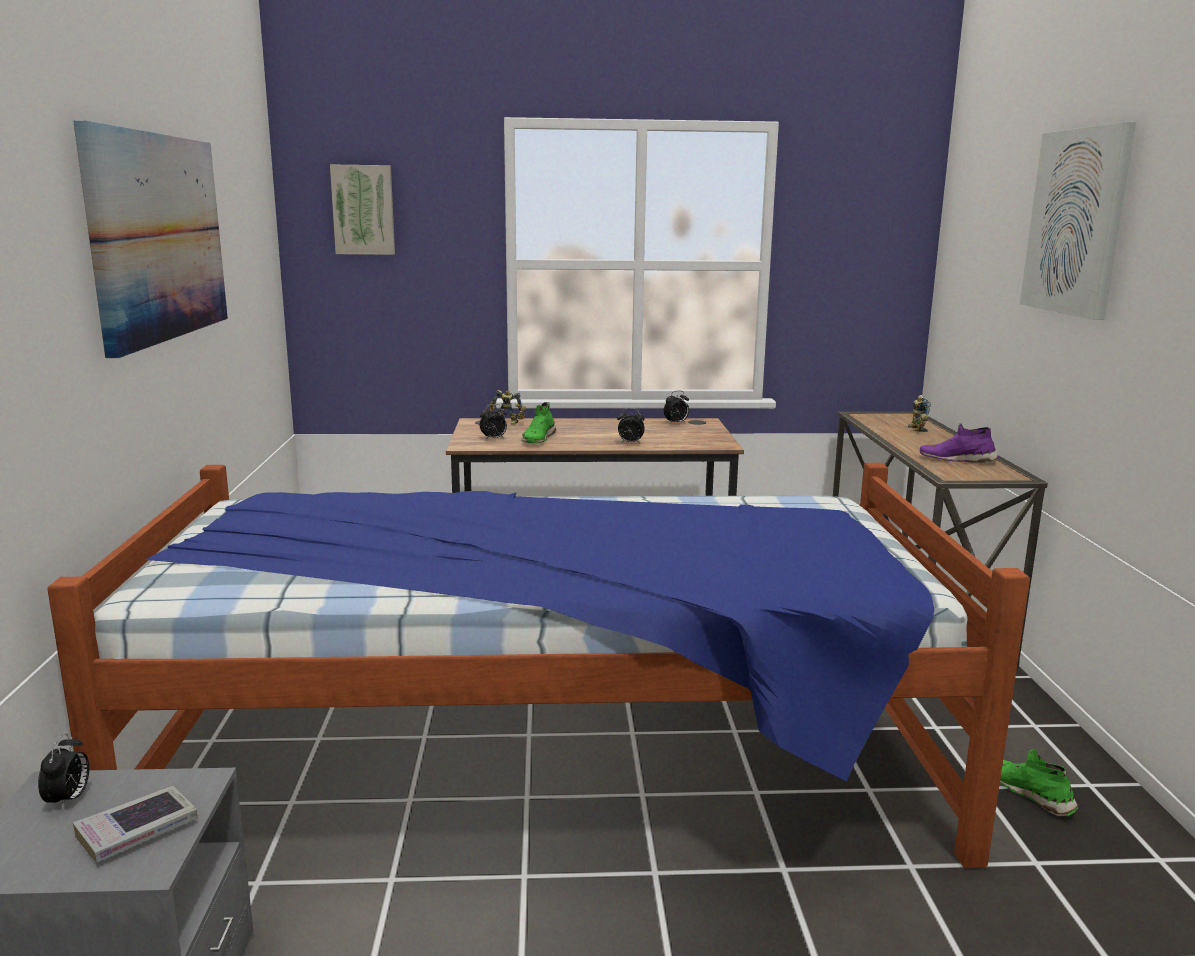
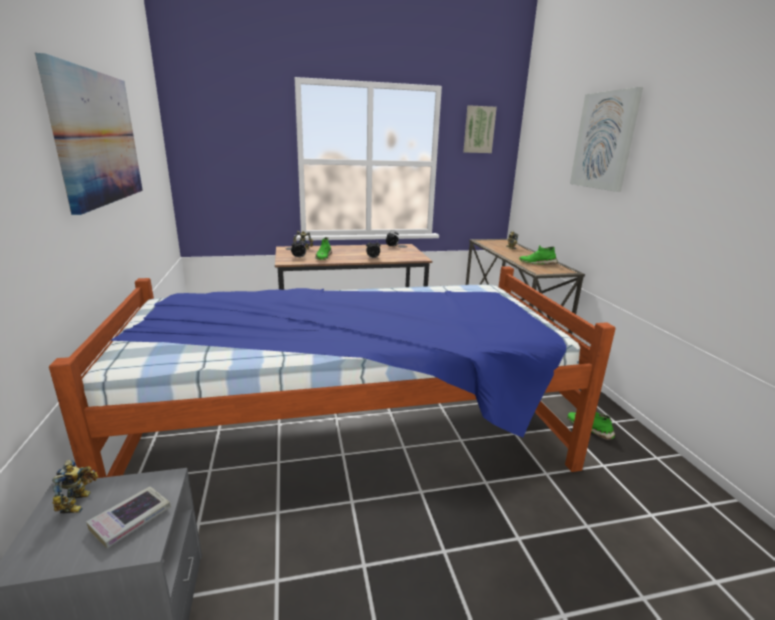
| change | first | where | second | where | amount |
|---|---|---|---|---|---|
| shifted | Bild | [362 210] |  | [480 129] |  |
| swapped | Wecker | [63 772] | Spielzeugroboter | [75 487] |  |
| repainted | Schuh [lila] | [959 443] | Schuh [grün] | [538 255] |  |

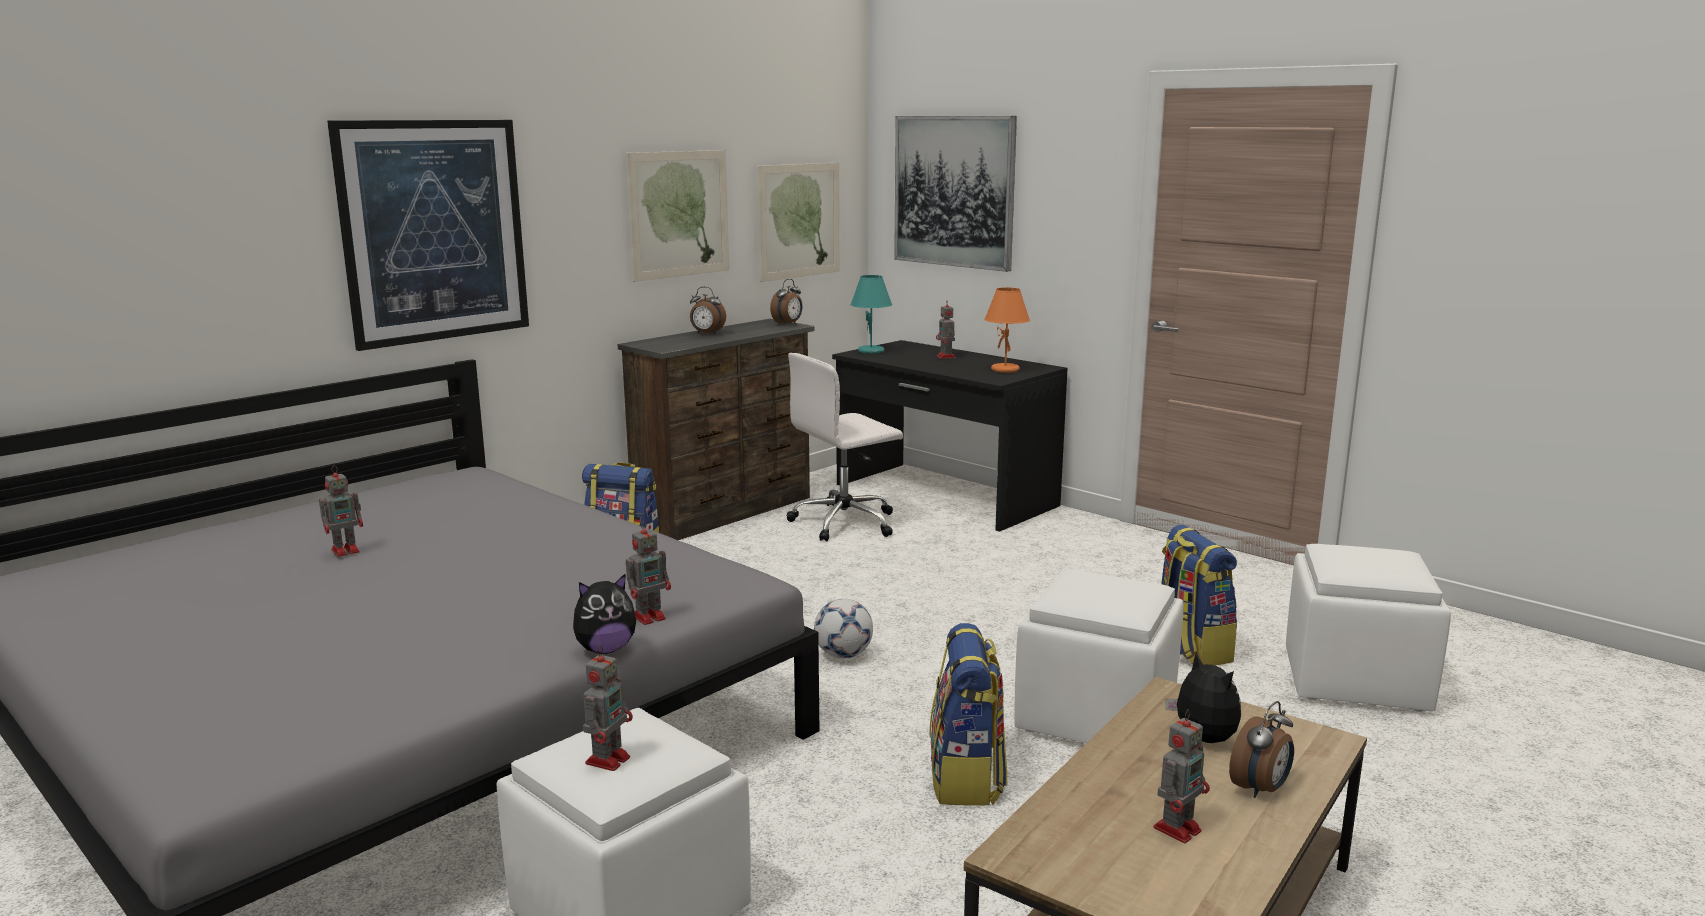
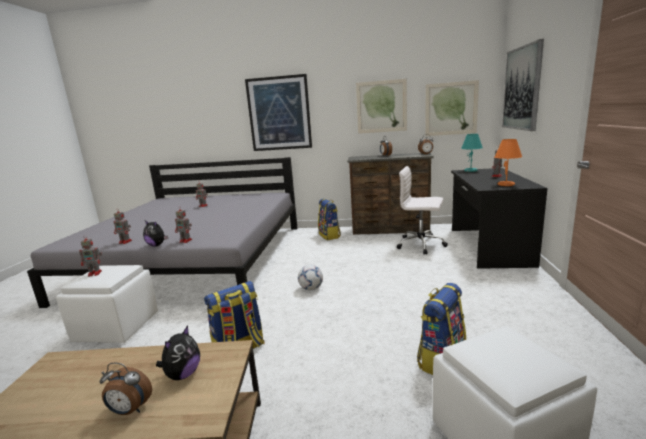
| change | first | where | second | where | amount |
|---|---|---|---|---|---|
| gone | Polsterhocker [weiß] | [1099 656] |  |  |  |
| shifted | Spielzeugroboter | [1181 776] |  | [123 226] |  |

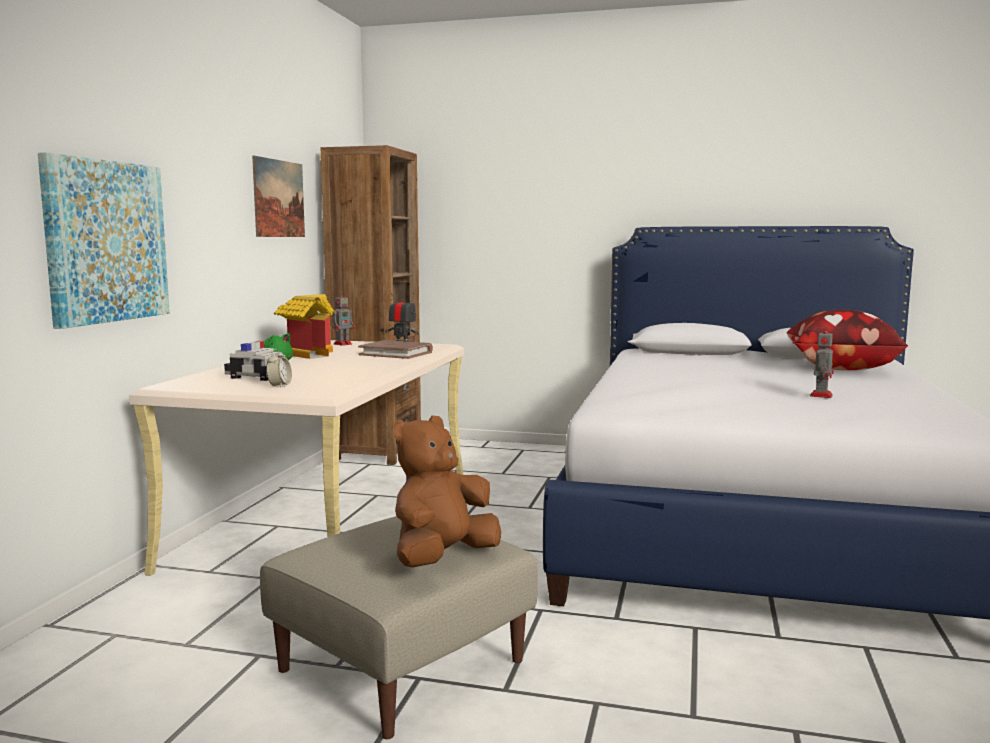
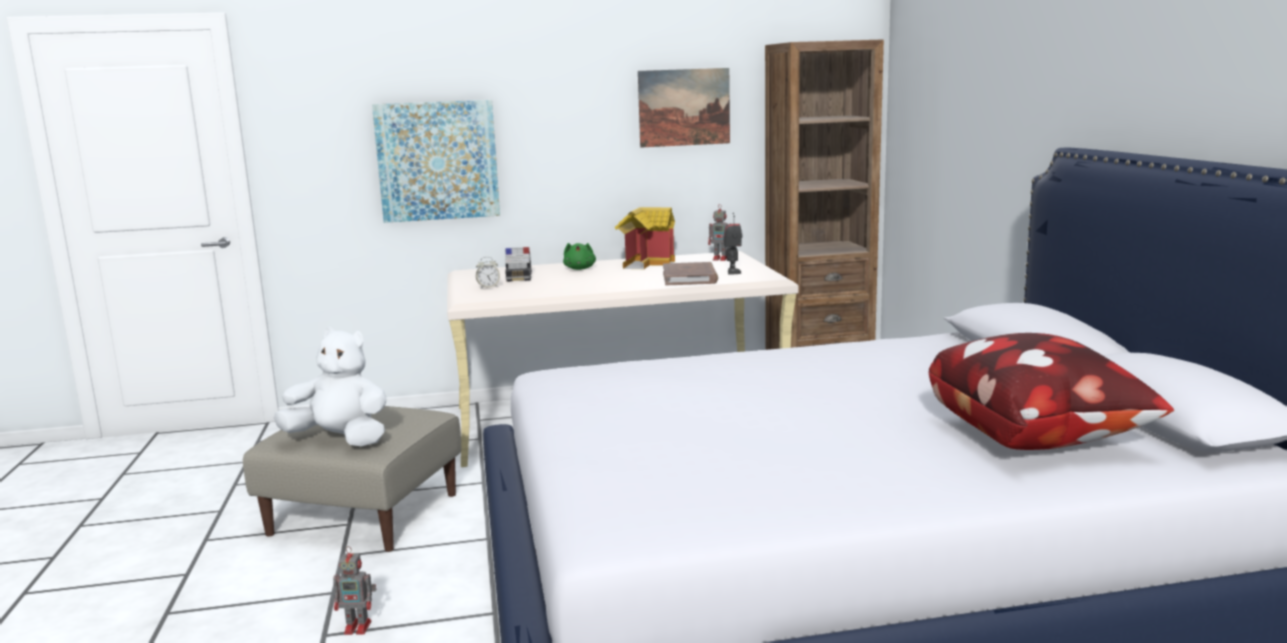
| change | first | where | second | where | amount |
|---|---|---|---|---|---|
| shifted | Spielzeugroboter | [822 363] |  | [354 590] |  |
| repainted | Plüschtier [braun] | [447 491] | Plüschtier [weiß] | [330 386] |  |

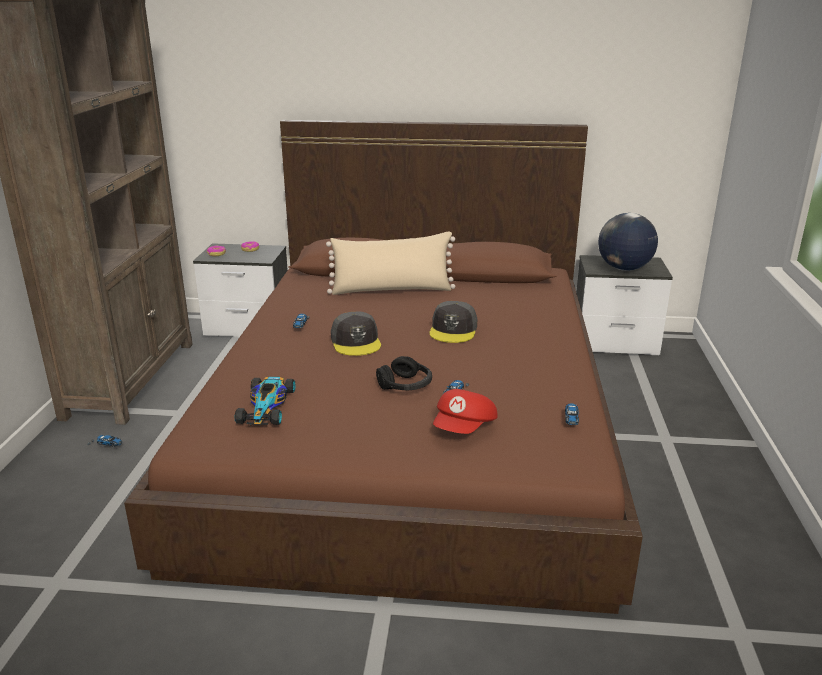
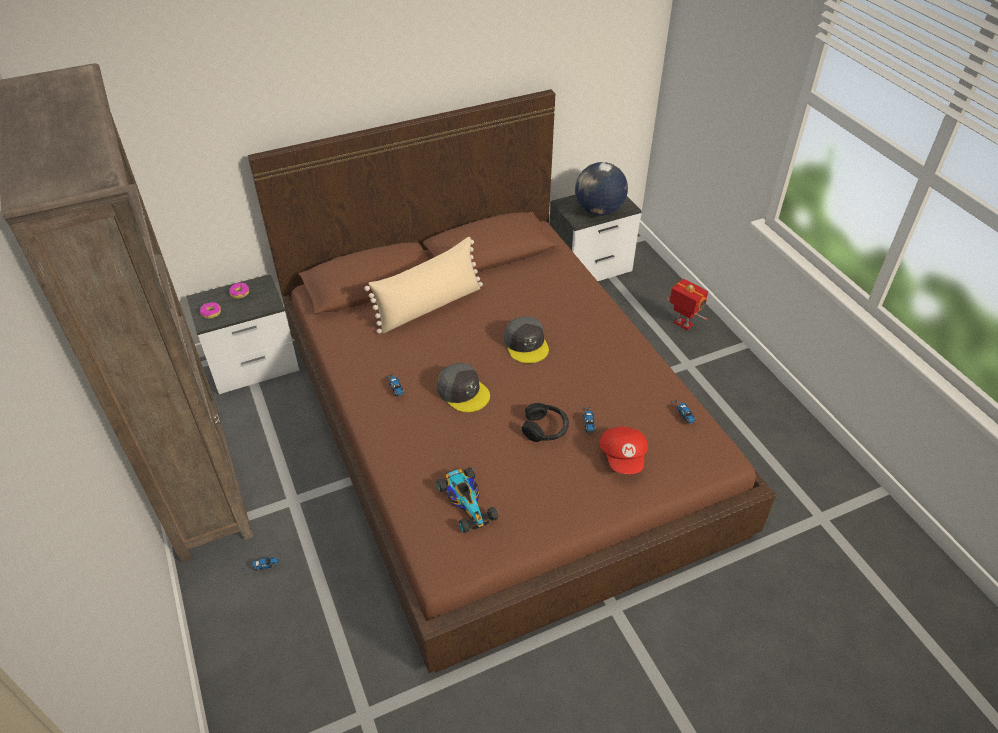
| change | first | where | second | where | amount |
|---|---|---|---|---|---|
| new |  |  | Spielzeugroboter | [686 304] |  |

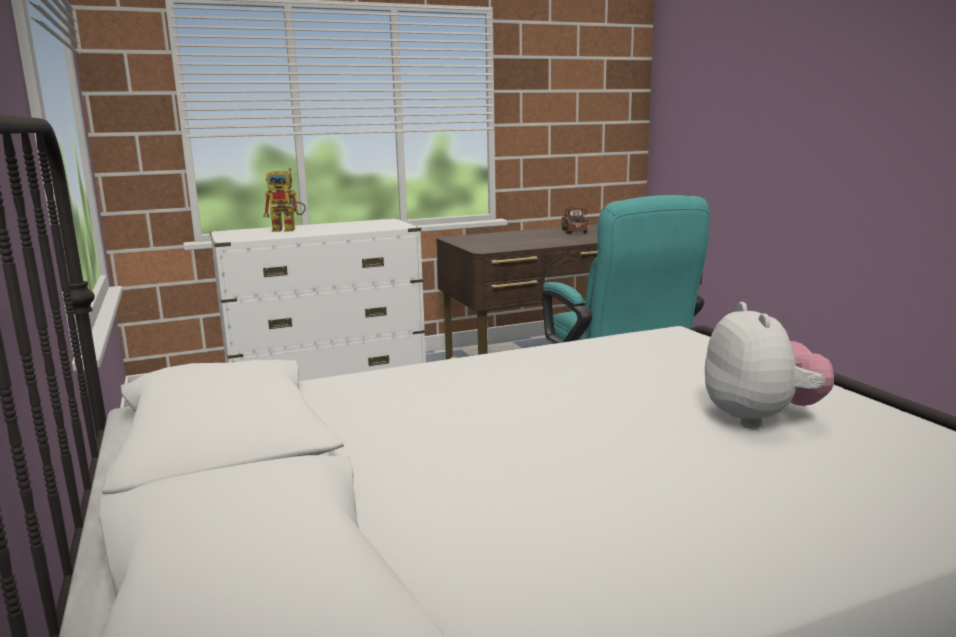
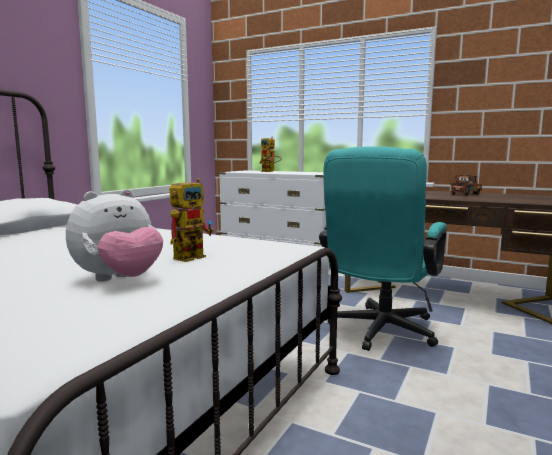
| change | first | where | second | where | amount |
|---|---|---|---|---|---|
| new |  |  | Spielzeugroboter | [192 220] |  |

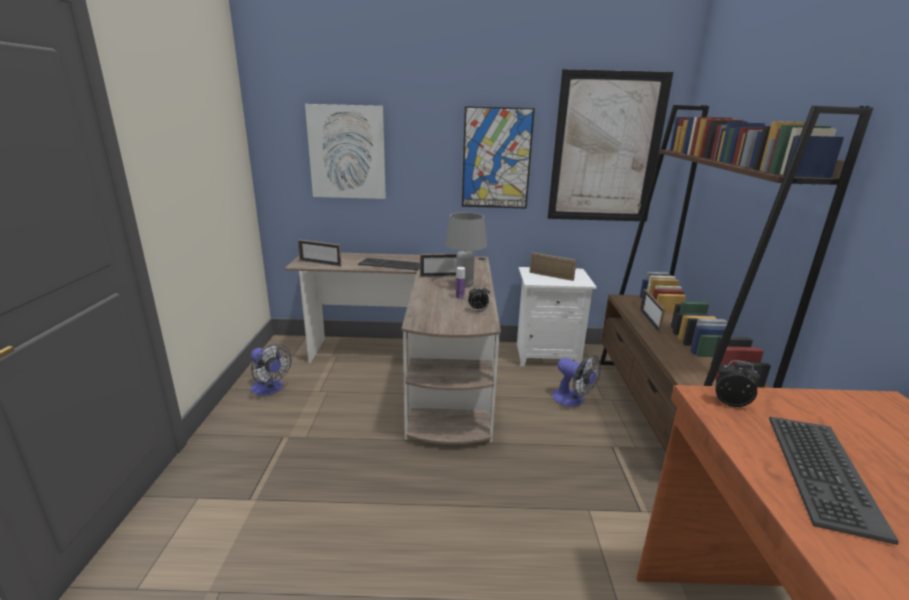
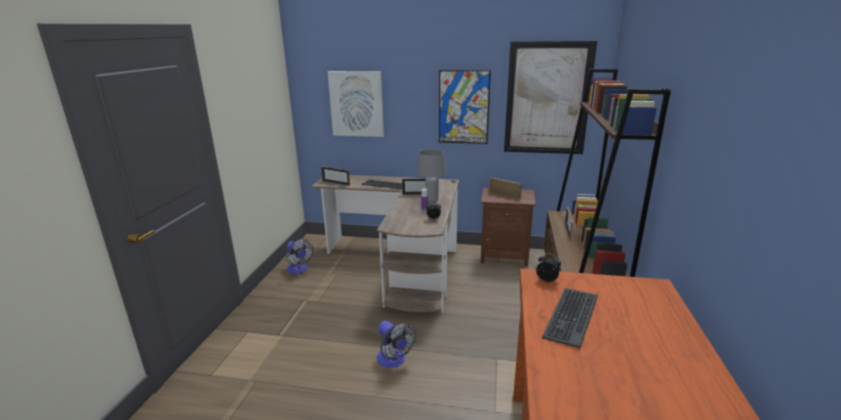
| change | first | where | second | where | amount |
|---|---|---|---|---|---|
| shifted | Ventilator | [576 381] |  | [396 344] |  |
| repainted | Nachttisch [weiß] | [557 316] | Nachttisch [braun] | [508 227] |  |

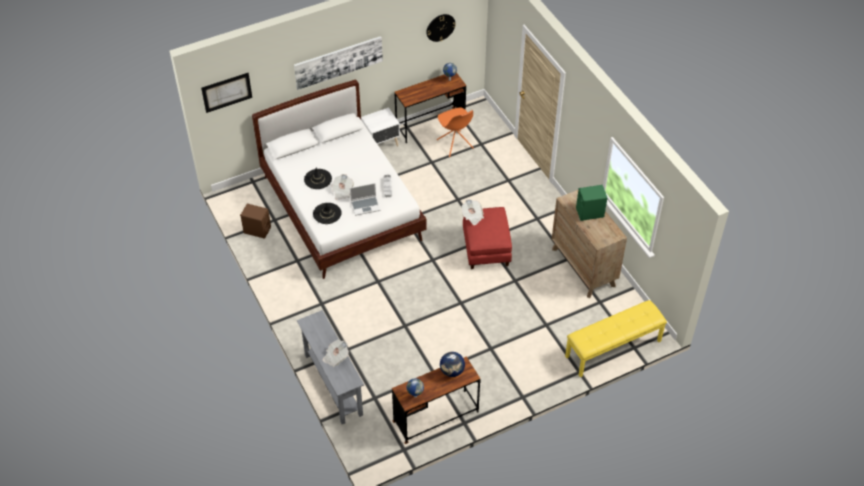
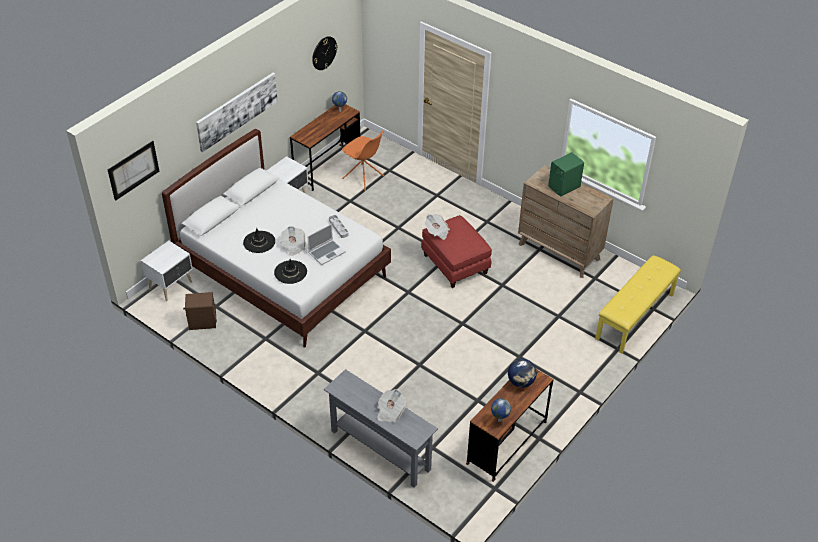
| change | first | where | second | where | amount |
|---|---|---|---|---|---|
| new |  |  | Nachttisch [weiß] | [167 271] |  |

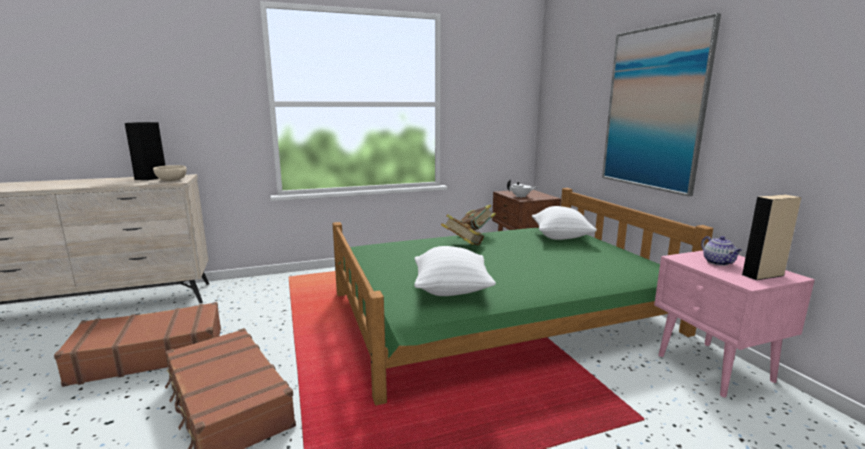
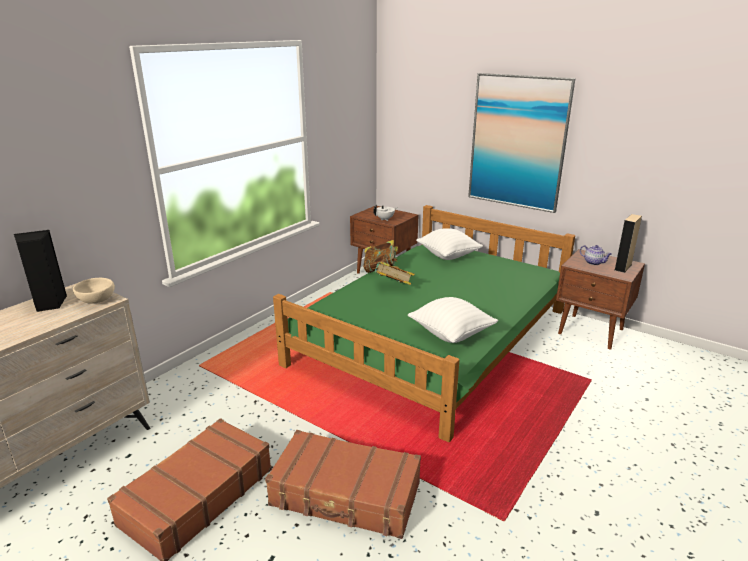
| change | first | where | second | where | amount |
|---|---|---|---|---|---|
| repainted | Nachttisch [rosa] | [734 323] | Nachttisch [braun] | [600 299] |  |

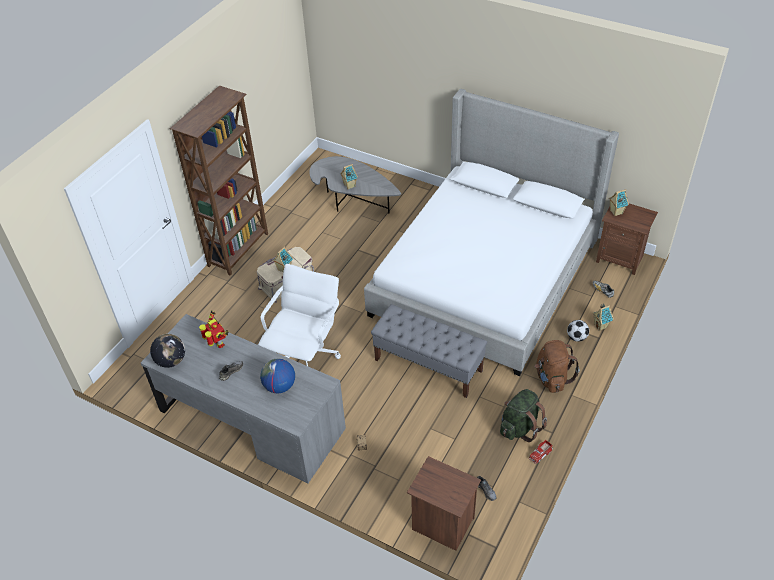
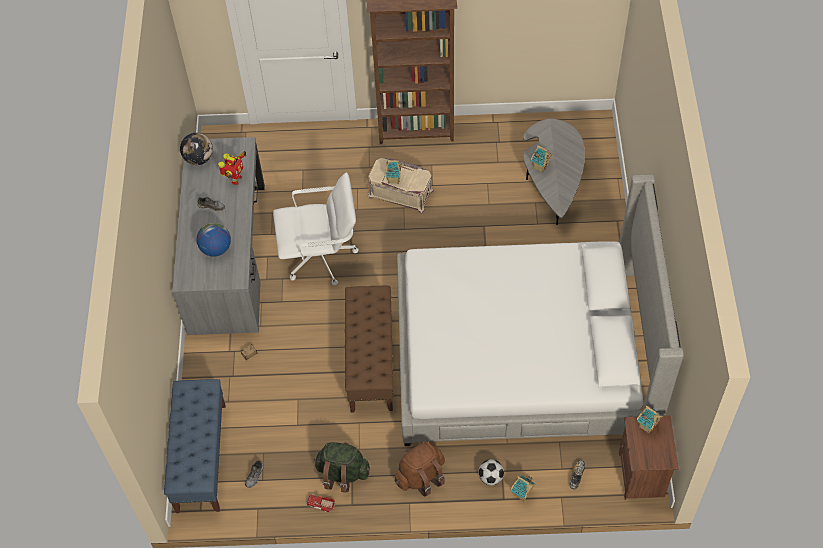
| change | first | where | second | where | amount |
|---|---|---|---|---|---|
| swapped | Nachttisch [braun] | [444 503] | Bank [blau] | [195 446] |  |
| repainted | Bank [grau] | [429 351] | Bank [braun] | [369 349] |  |

